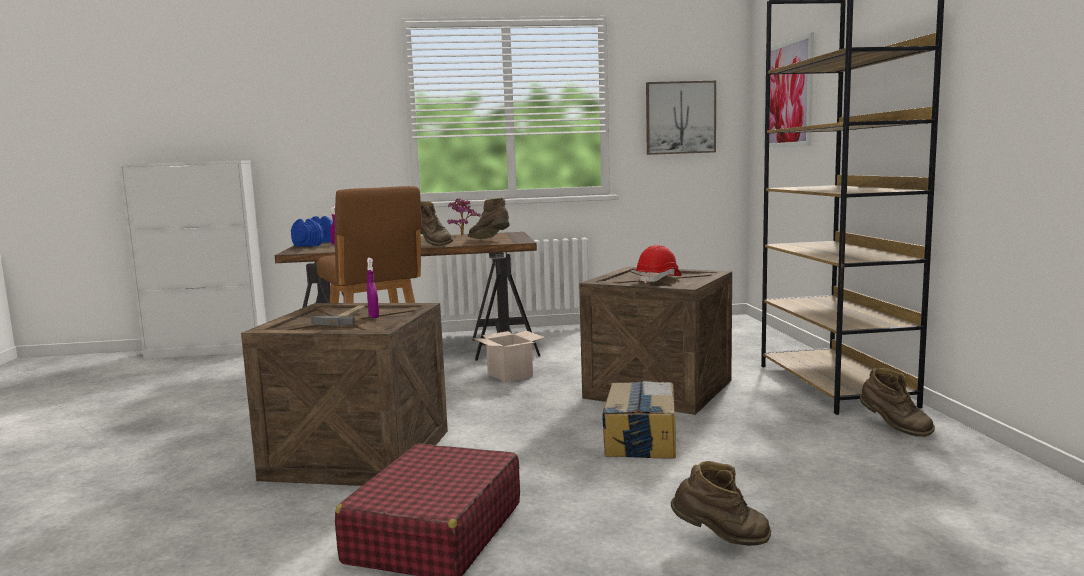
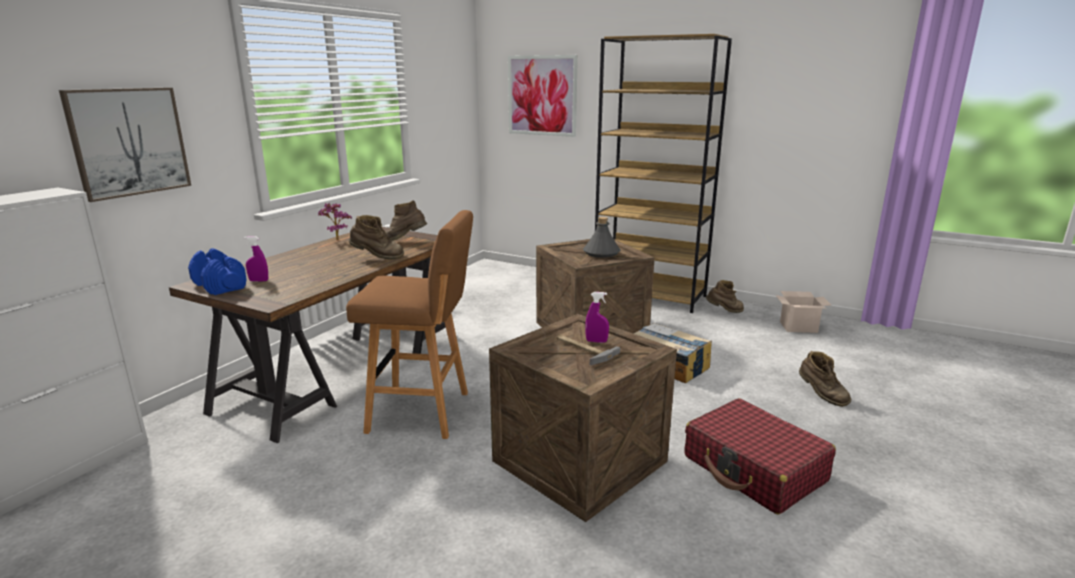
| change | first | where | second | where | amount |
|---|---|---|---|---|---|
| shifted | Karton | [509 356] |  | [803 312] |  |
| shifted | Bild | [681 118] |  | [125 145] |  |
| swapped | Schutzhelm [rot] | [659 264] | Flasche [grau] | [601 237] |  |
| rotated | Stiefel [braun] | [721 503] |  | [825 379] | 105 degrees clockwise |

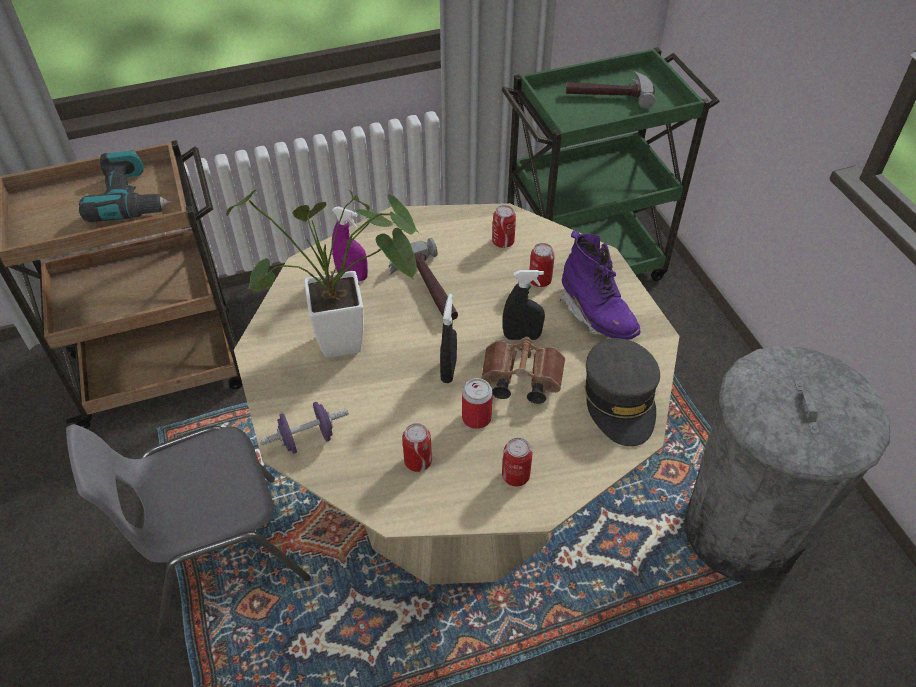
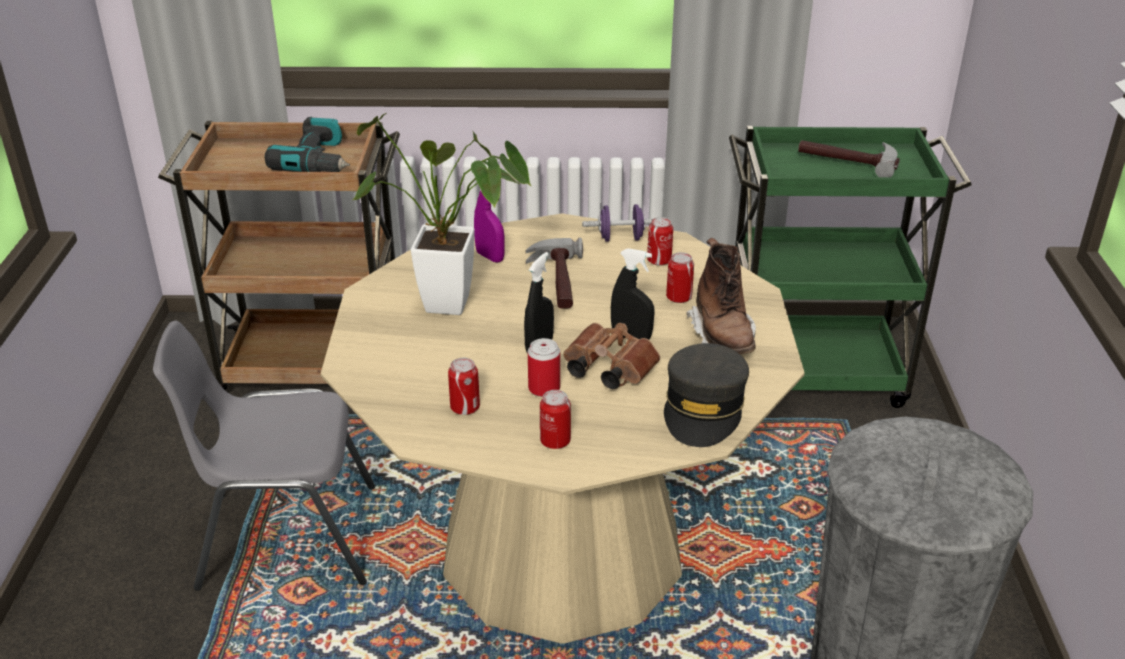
| change | first | where | second | where | amount |
|---|---|---|---|---|---|
| shifted | Hantel [lila] | [304 428] |  | [617 223] |  |
| repainted | Stiefel [lila] | [599 285] | Stiefel [braun] | [721 296] |  |

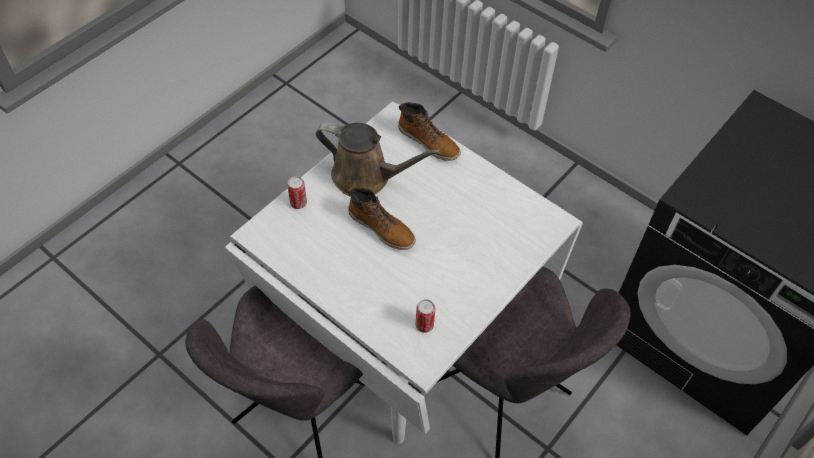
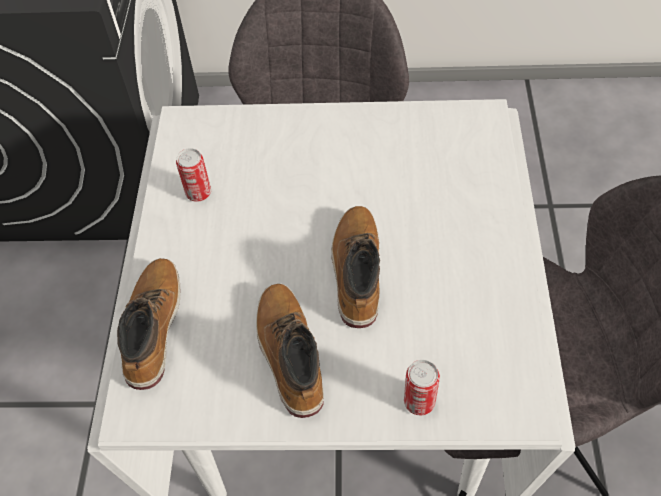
| change | first | where | second | where | amount |
|---|---|---|---|---|---|
| shifted | Dose | [425 316] |  | [193 175] |  |
| swapped | Gießkanne [braun] | [378 159] | Stiefel | [290 351] |  |

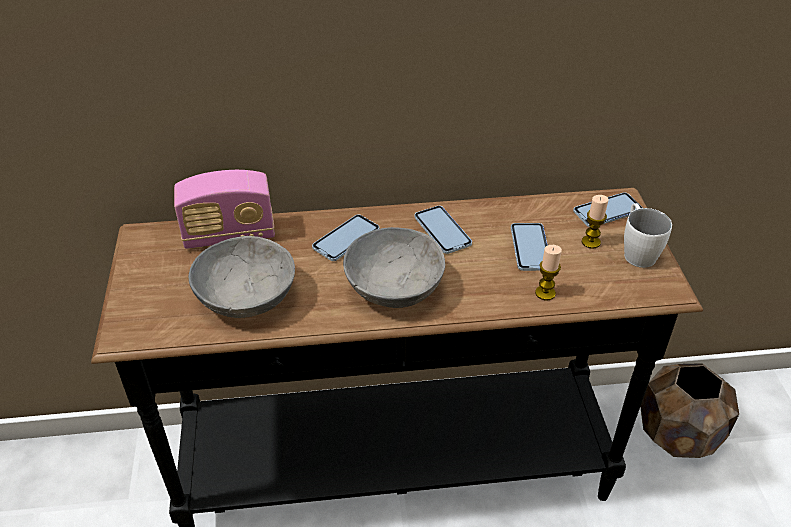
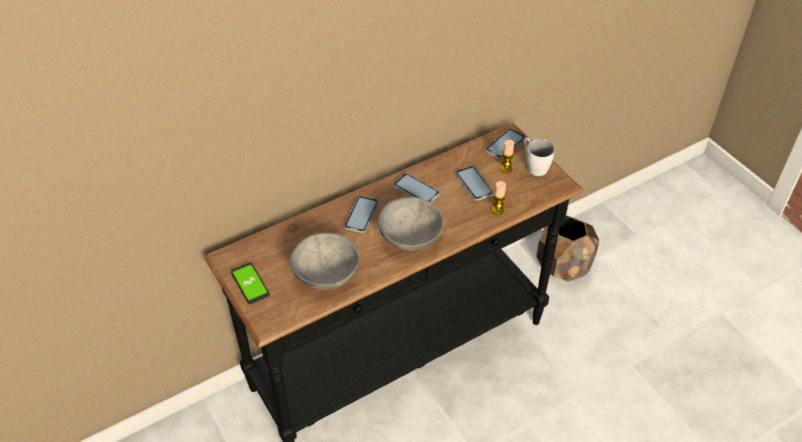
| change | first | where | second | where | amount |
|---|---|---|---|---|---|
| gone | Radio | [224 209] |  |  |  |
| new |  |  | Handy | [250 283] |  |

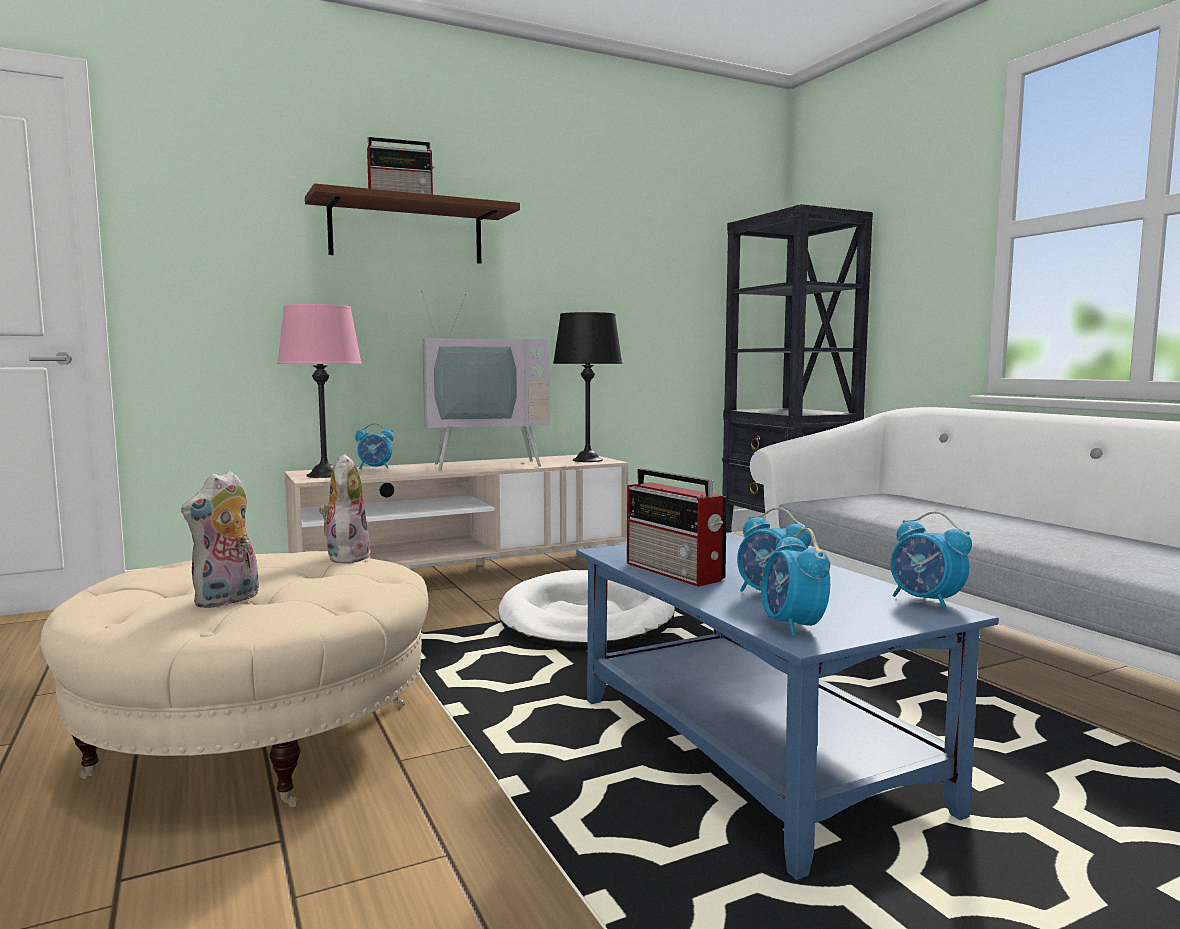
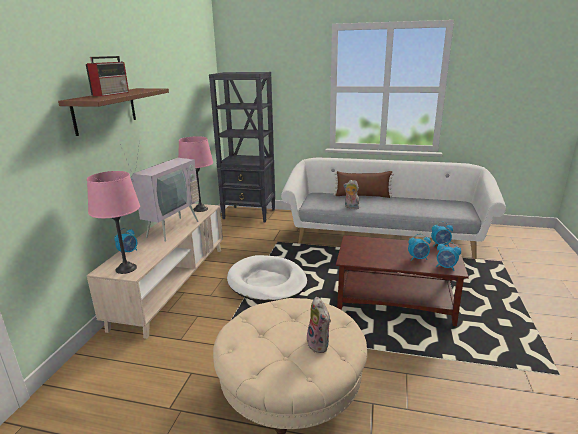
| change | first | where | second | where | amount |
|---|---|---|---|---|---|
| gone | Radio | [677 528] |  |  |  |
| new |  |  | Kissen [braun] | [363 184] |  |
| shifted | Plüschtier | [344 508] |  | [351 194] |  |
| repainted | Tischlampe [schwarz] | [587 387] | Tischlampe [rosa] | [195 174] |  |
| repainted | Couchtisch [blau] | [787 706] | Couchtisch [braun] | [402 280] |  |

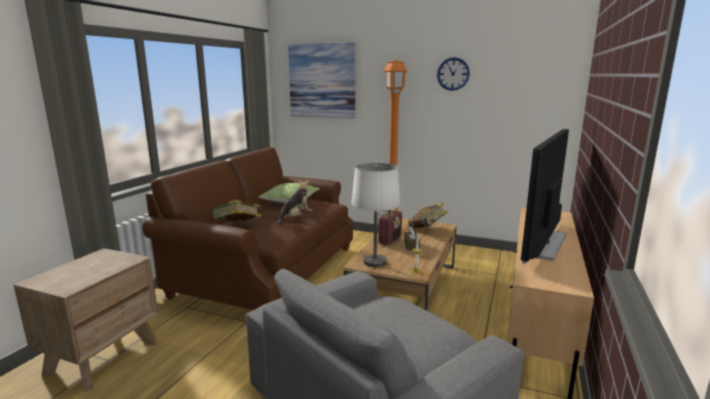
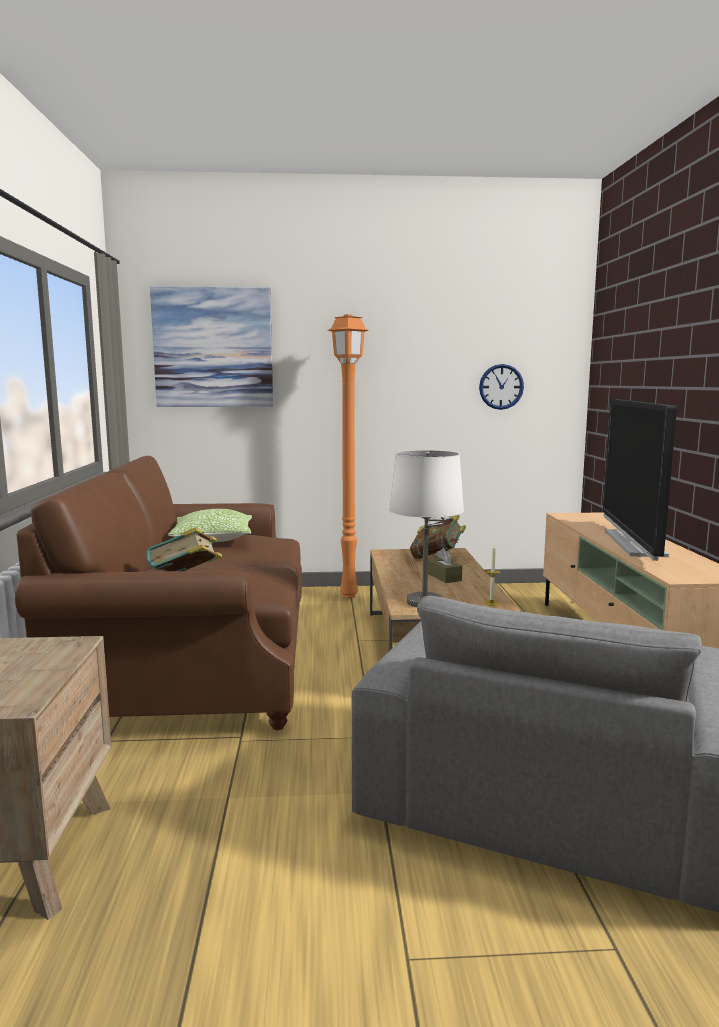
| change | first | where | second | where | amount |
|---|---|---|---|---|---|
| gone | Plüschtier | [295 202] |  |  |  |
| gone | Radio | [390 227] |  |  |  |
| shifted | Wanduhr | [453 74] |  | [501 387] |  |

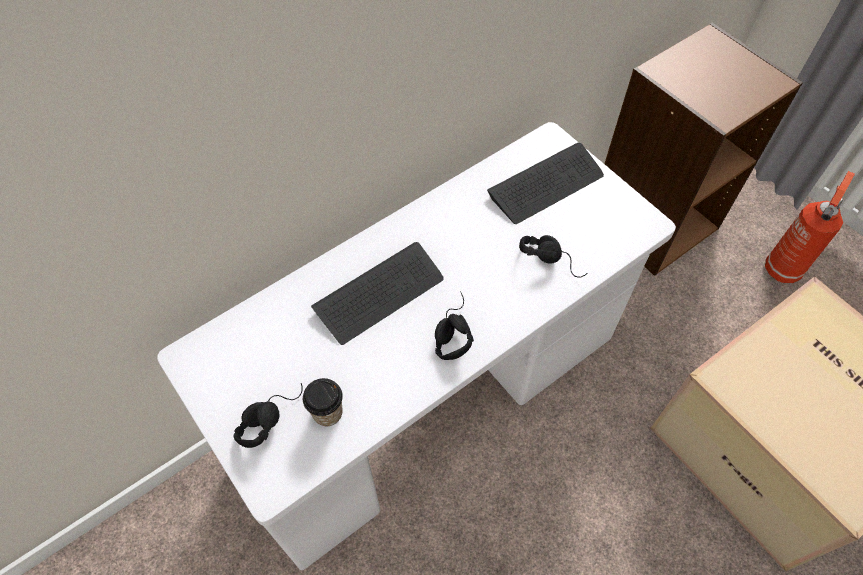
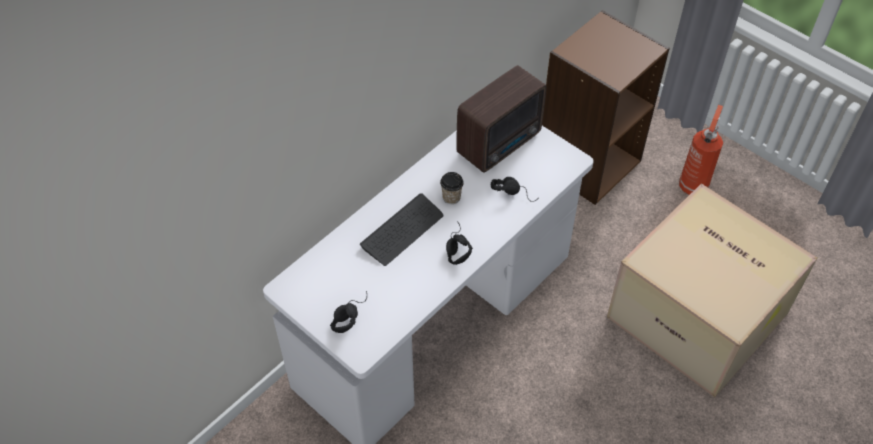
| change | first | where | second | where | amount |
|---|---|---|---|---|---|
| shifted | Tasse | [323 402] |  | [452 188] |  |
| swapped | Tastatur | [545 183] | Radio | [501 119] |  |

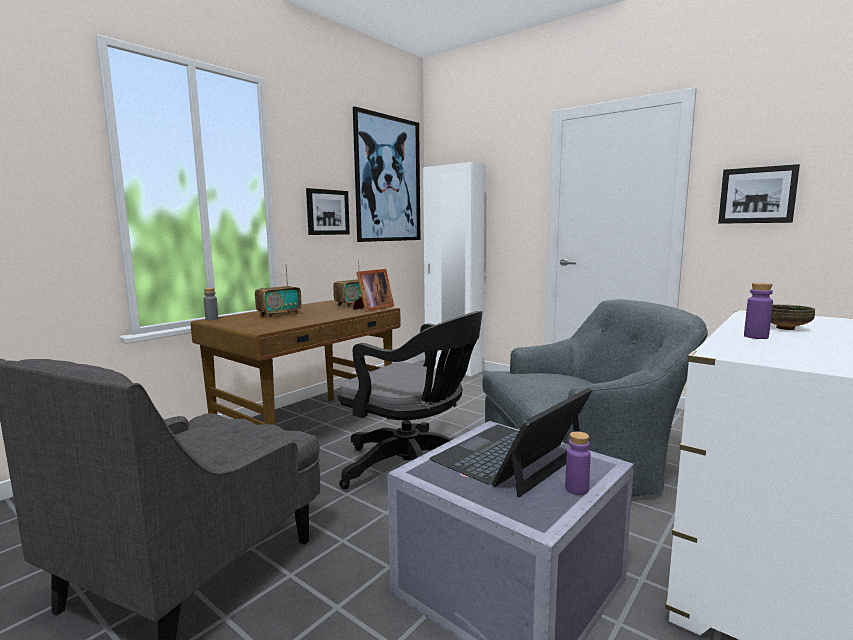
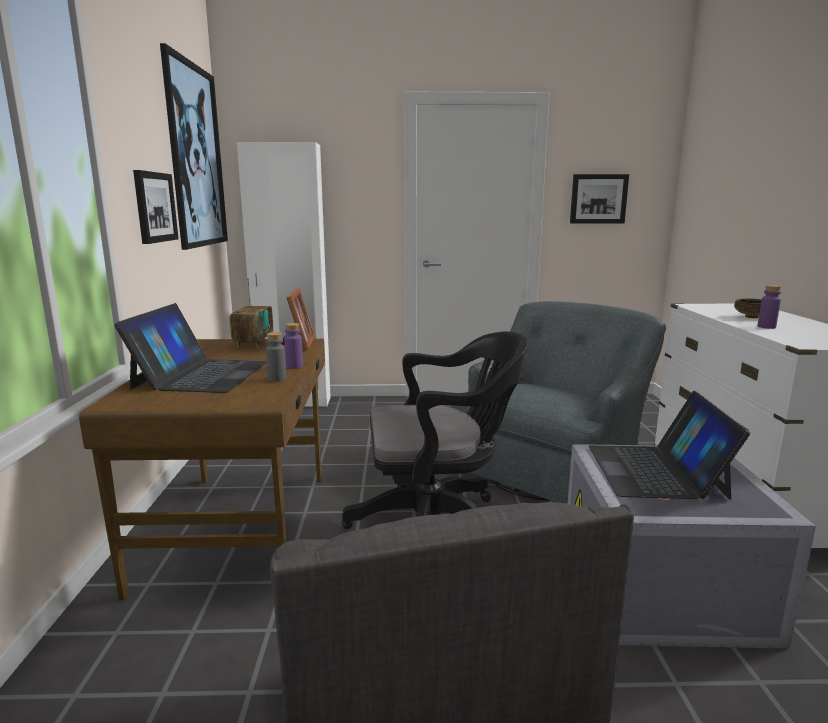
| change | first | where | second | where | amount |
|---|---|---|---|---|---|
| shifted | Flasche [grau] | [211 304] |  | [276 357] |  |
| shifted | Flasche [lila] | [578 463] |  | [293 346] |  |
| swapped | Radio | [278 291] | Laptop | [190 348] |  |

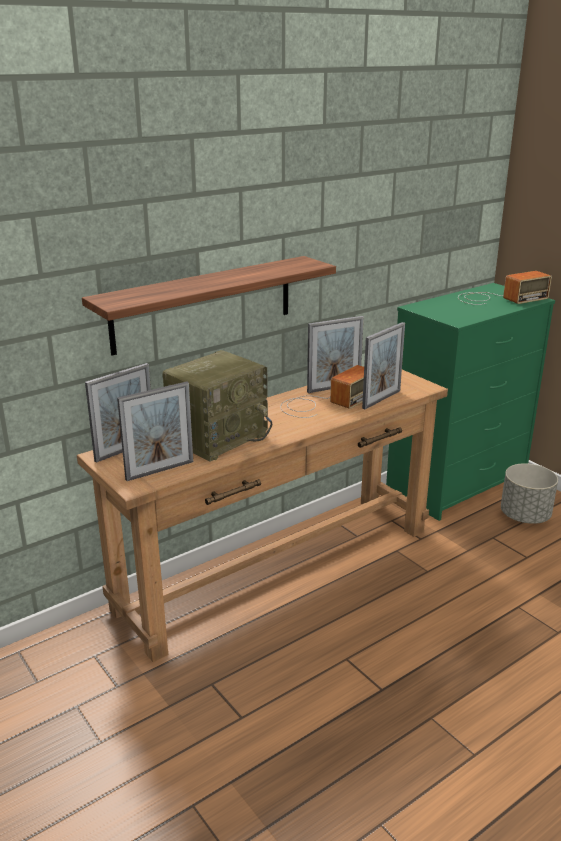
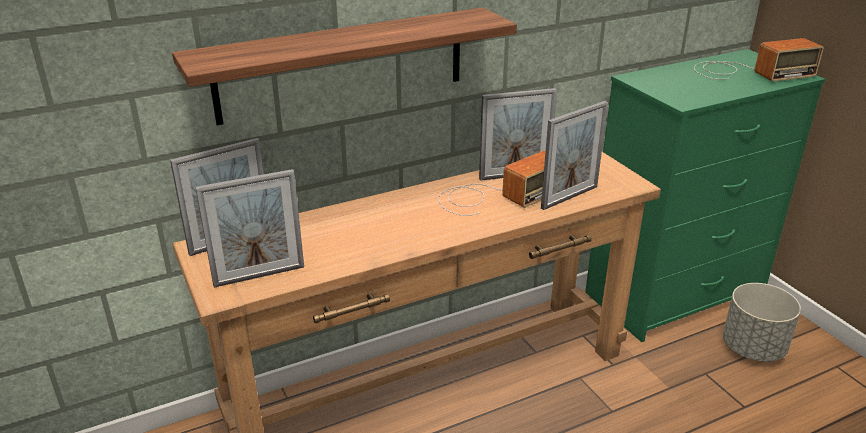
| change | first | where | second | where | amount |
|---|---|---|---|---|---|
| gone | Radio | [217 406] |  |  |  |

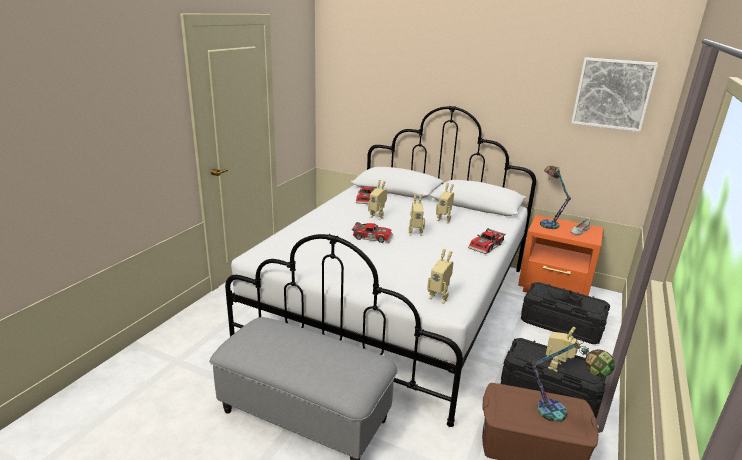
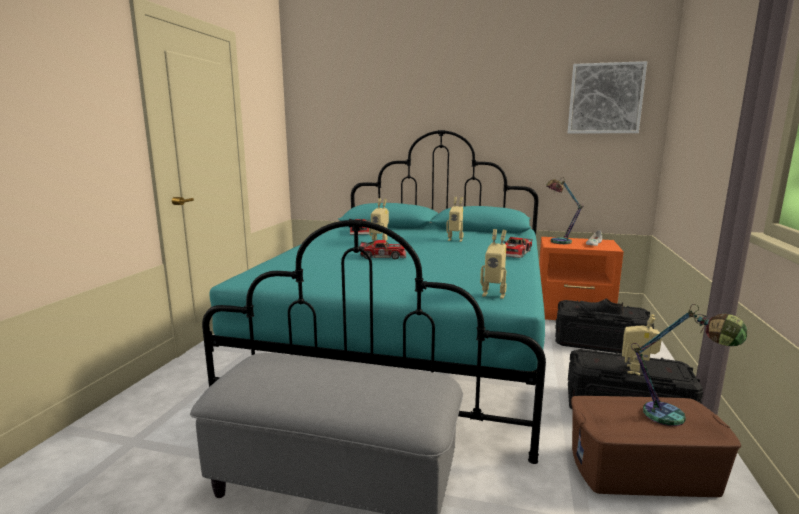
| change | first | where | second | where | amount |
|---|---|---|---|---|---|
| gone | Spielzeugroboter | [417 215] |  |  |  |
| repainted | Bett [weiß] | [380 266] | Bett [türkis] | [374 297] |  |

